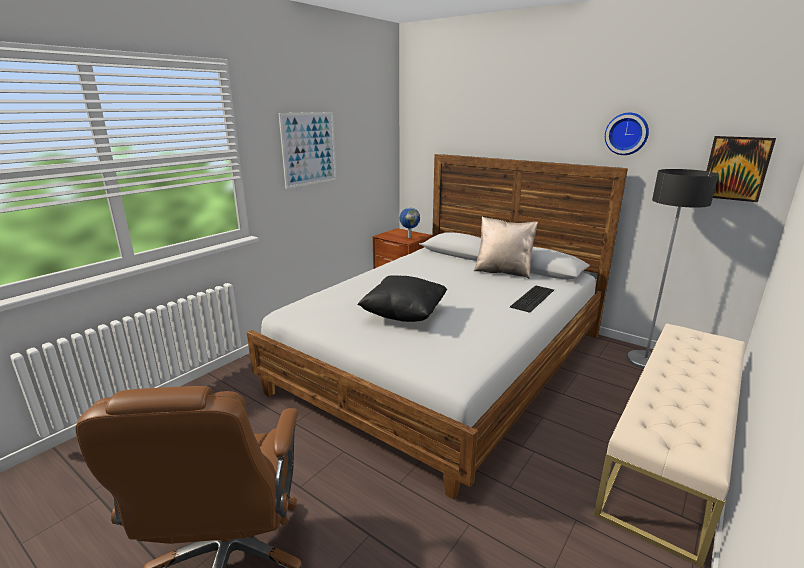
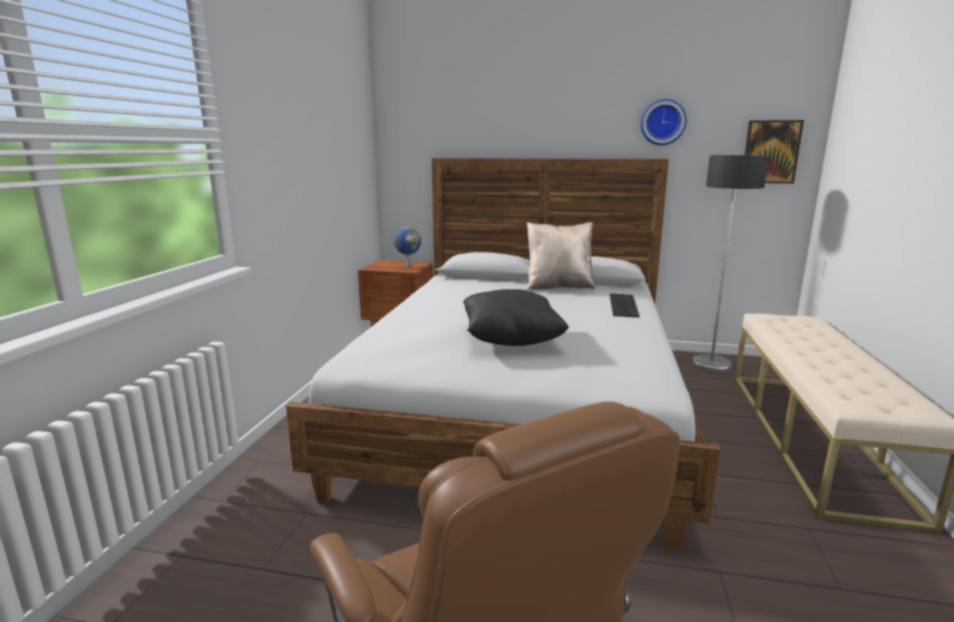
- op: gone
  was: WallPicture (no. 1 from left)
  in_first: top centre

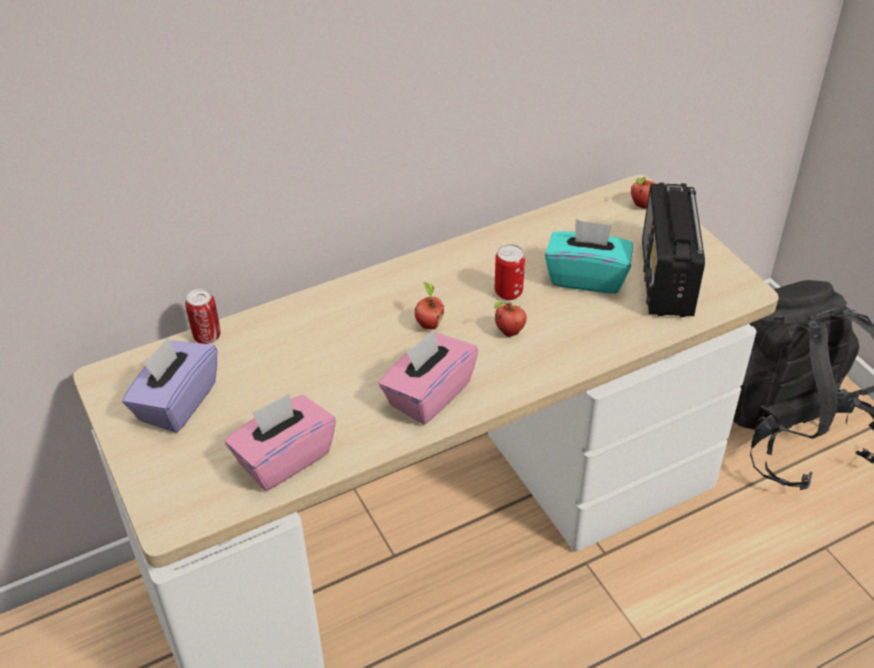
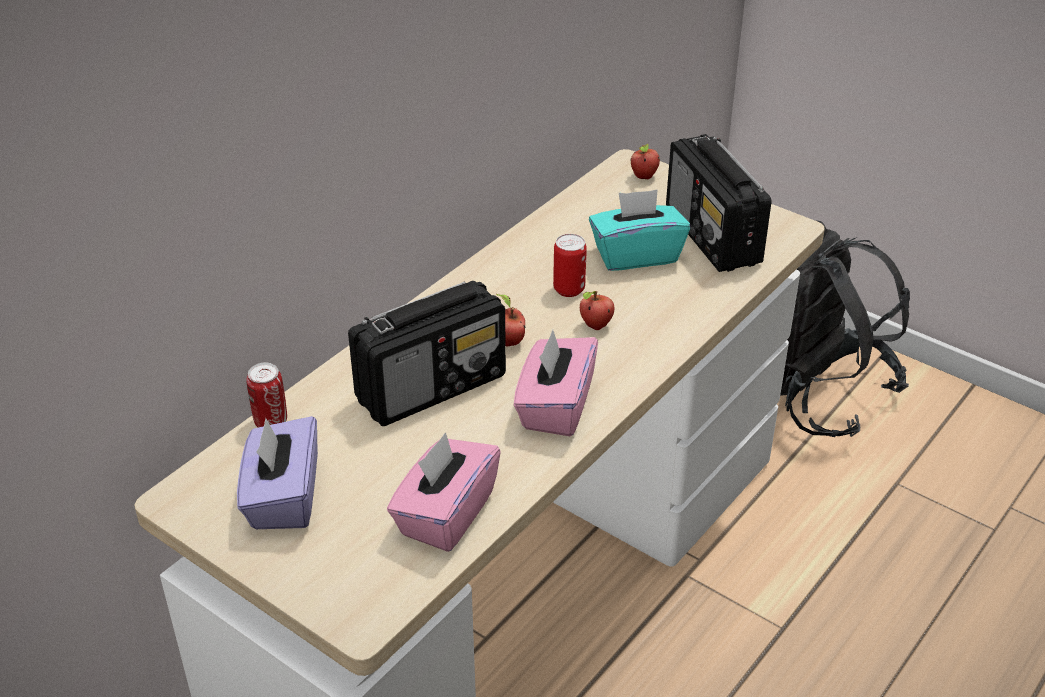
- op: new
  now: Radio (no. 1 from left)
  in_second: centre

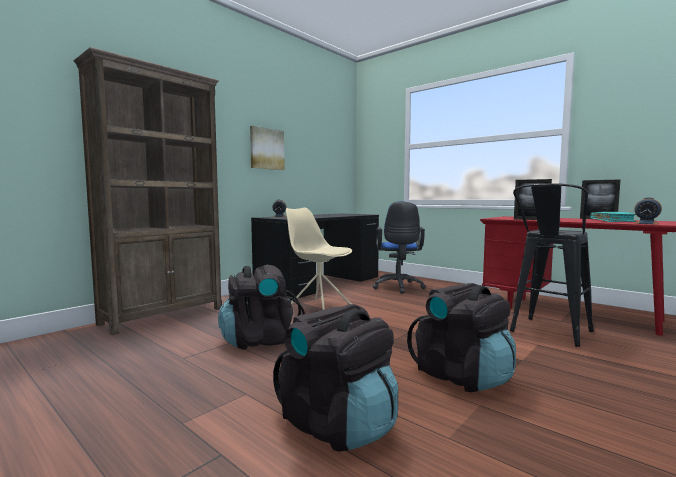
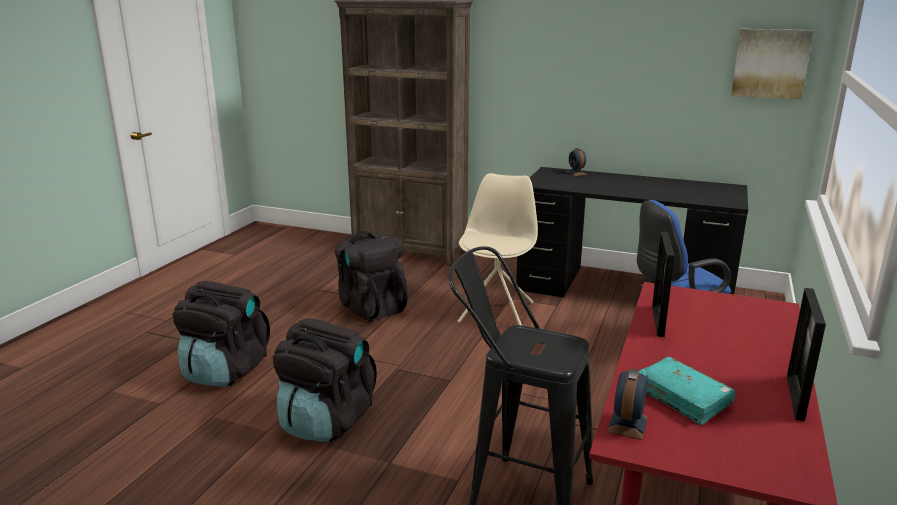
- op: shifted
  was: WallPicture
  in_first: top centre
  in_second: top right

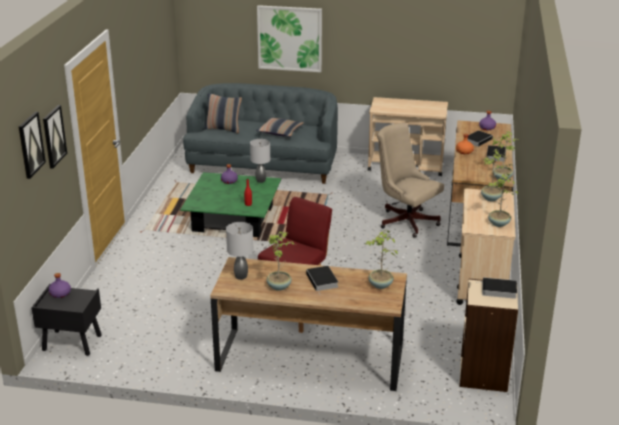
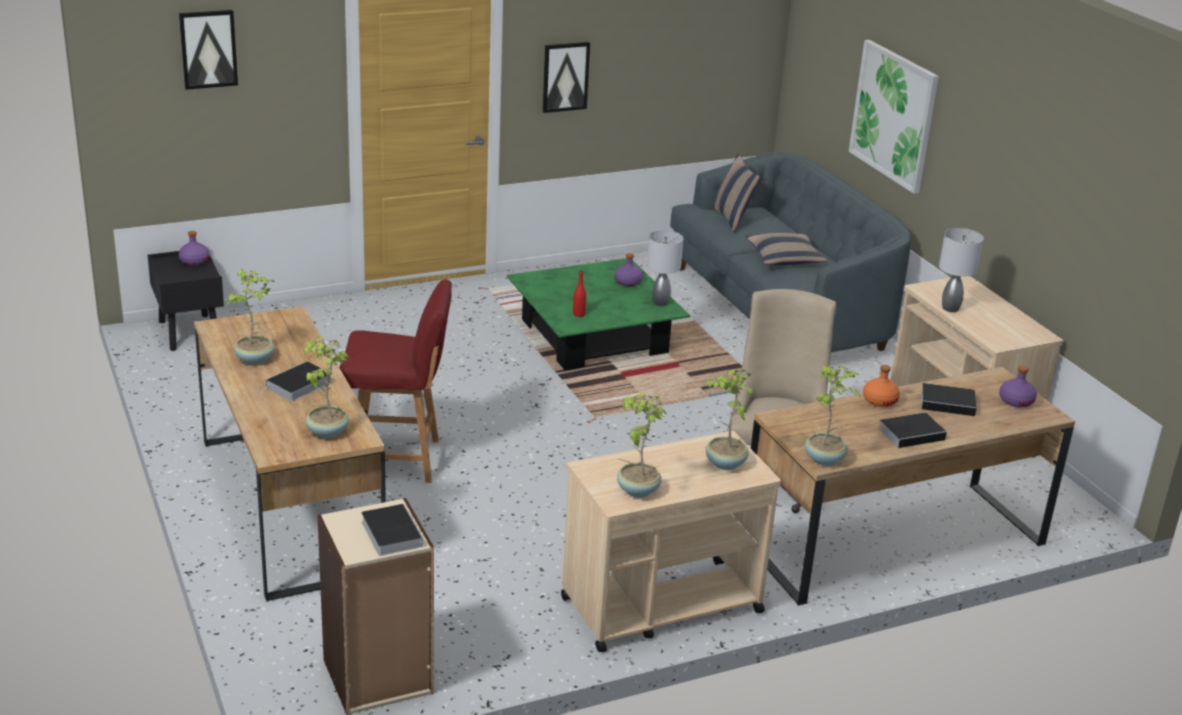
- op: shifted
  was: WallPicture (no. 2 from left)
  in_first: top left
  in_second: top centre
- op: shifted
  was: GreyTabletopLamp (no. 1 from left in the first image)
  now: GreyTabletopLamp (no. 2 from left)
  in_first: centre
  in_second: middle right

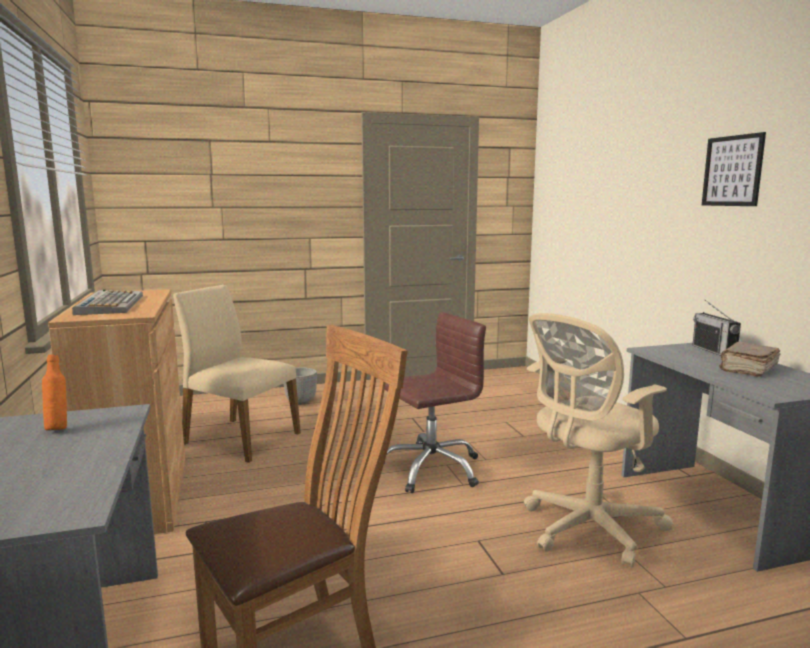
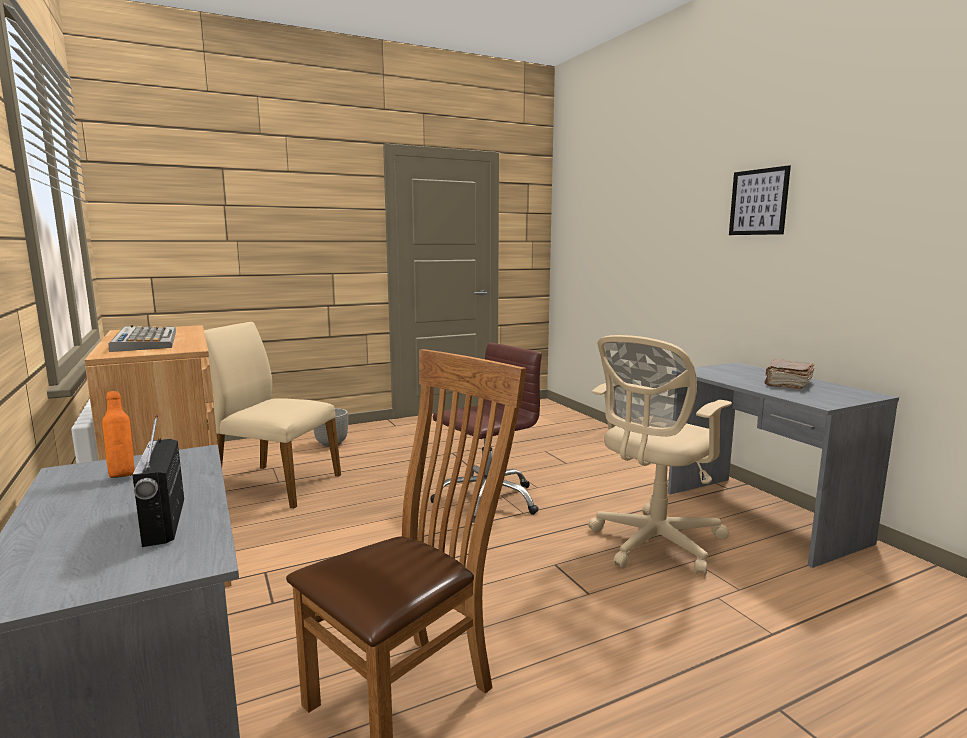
- op: shifted
  was: Radio
  in_first: middle right
  in_second: middle left

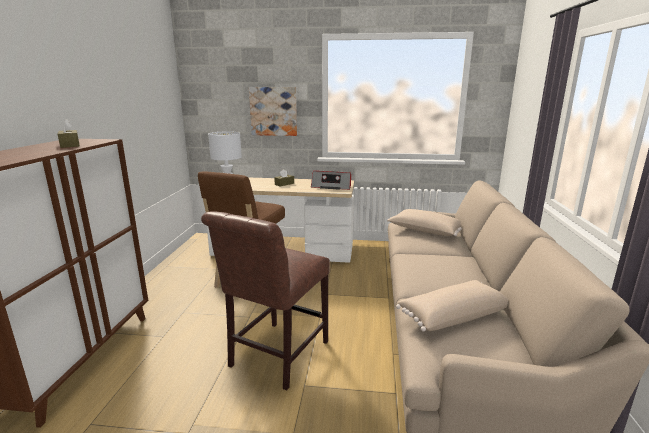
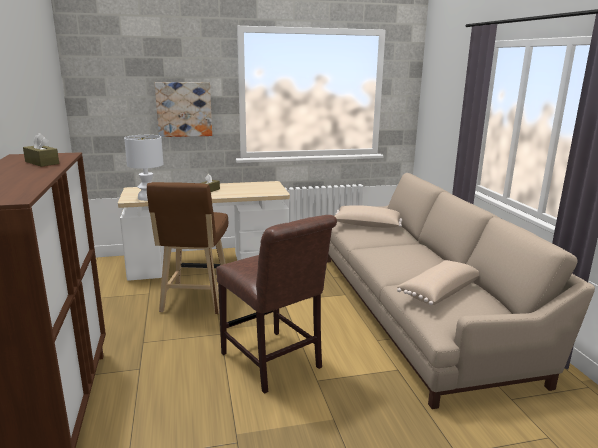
- op: gone
  was: Radio
  in_first: centre
- op: rotated
  was: BrownColouredChair
  in_first: bottom centre
  in_second: bottom centre
  clockwise: -45

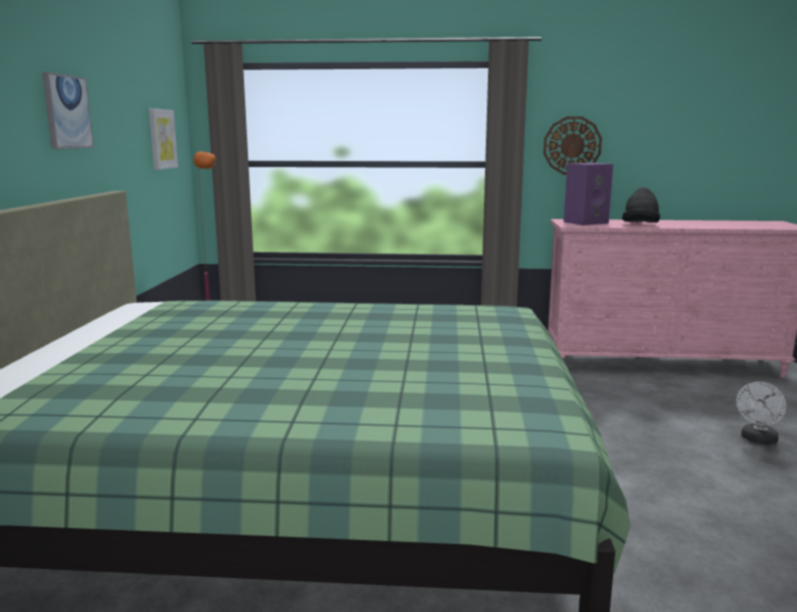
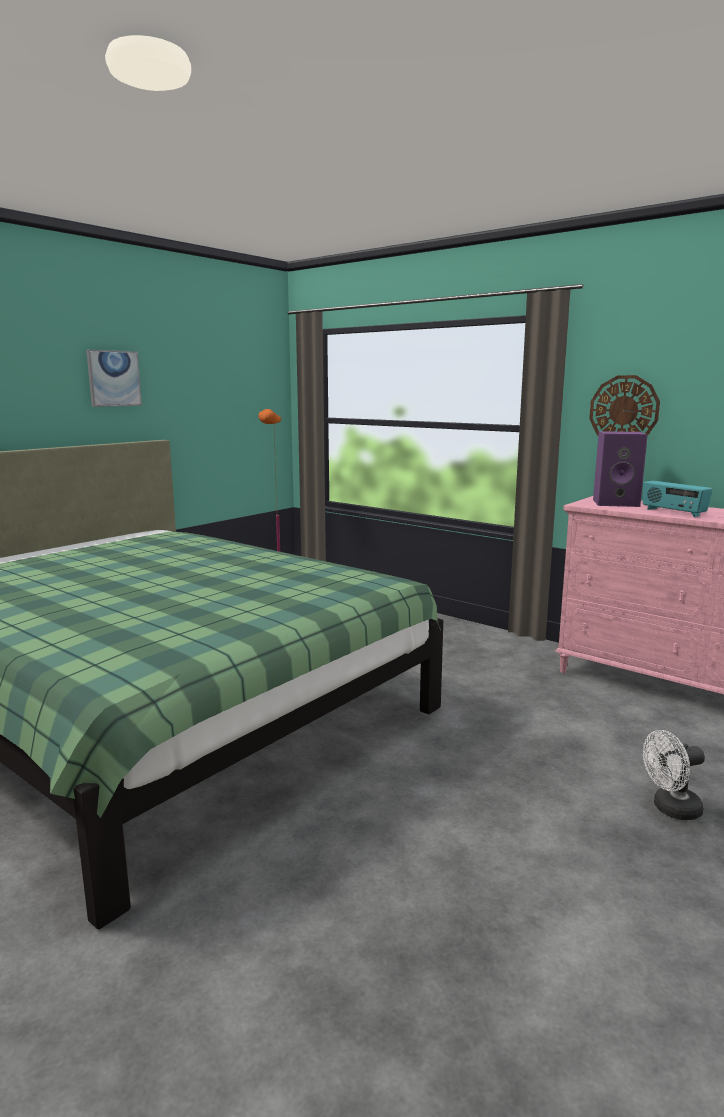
- op: gone
  was: WallPicture (no. 2 from left)
  in_first: top left
- op: swapped
  was: BlackColouredHat
  now: Radio
  in_first: middle right
  in_second: middle right

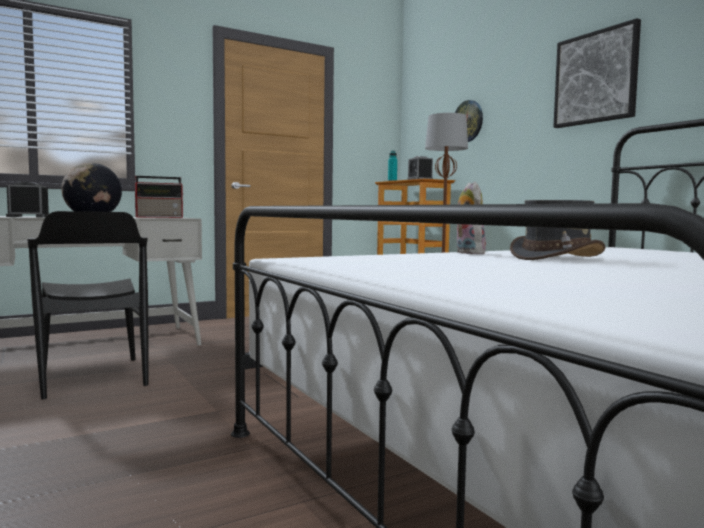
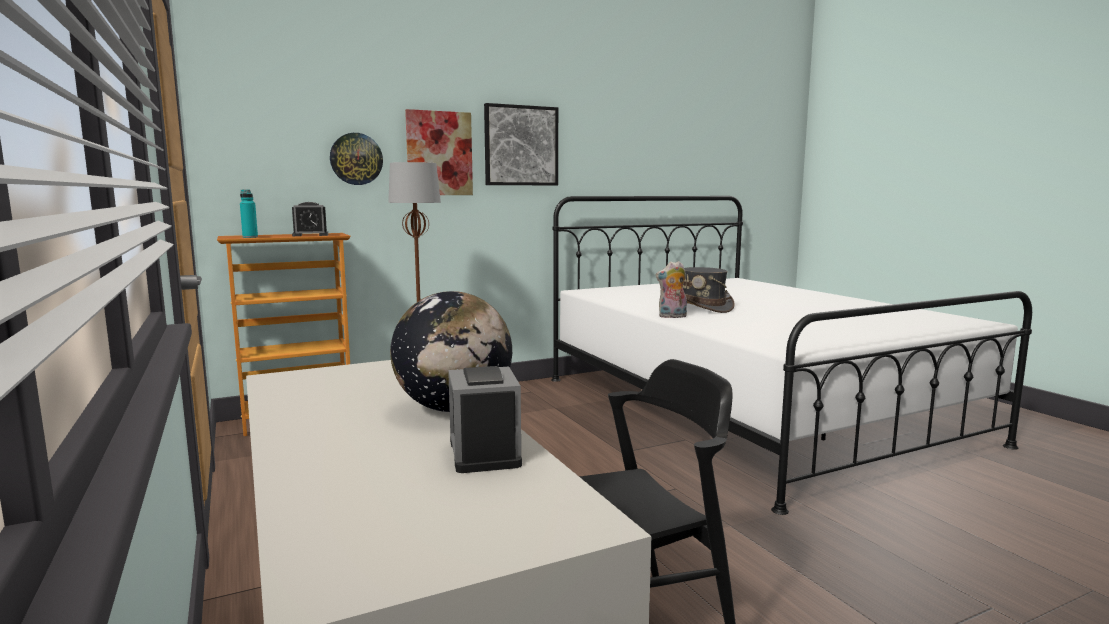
- op: gone
  was: Radio
  in_first: middle left
- op: new
  now: WallPicture (no. 1 from left)
  in_second: top centre

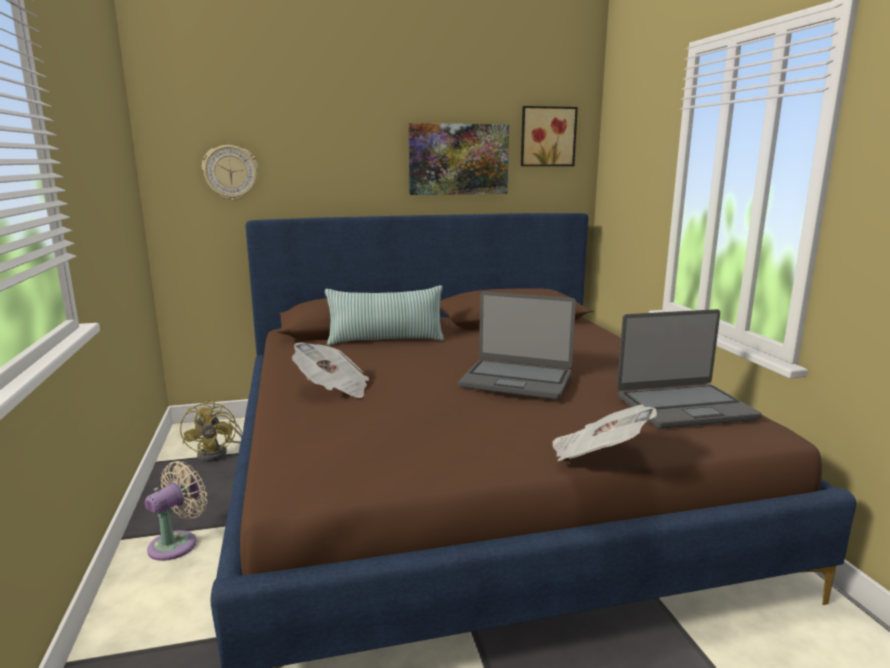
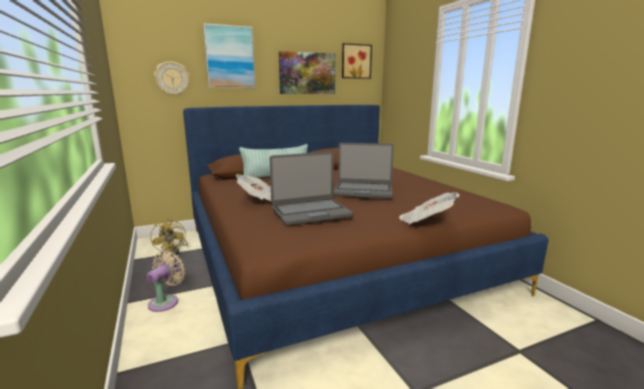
- op: shifted
  was: PortableComputer (no. 2 from left in the first image)
  now: PortableComputer (no. 1 from left)
  in_first: middle right
  in_second: centre
- op: new
  now: WallPicture (no. 1 from left)
  in_second: top centre

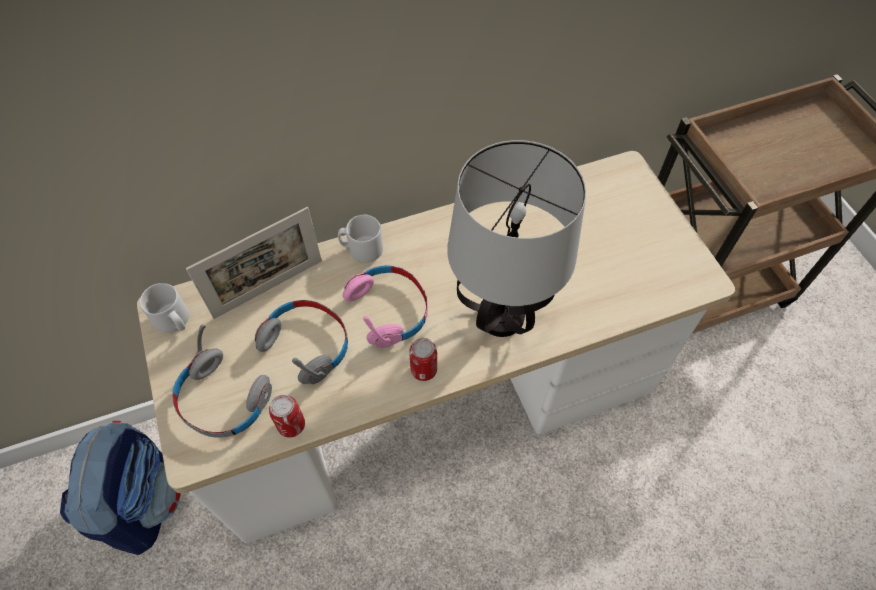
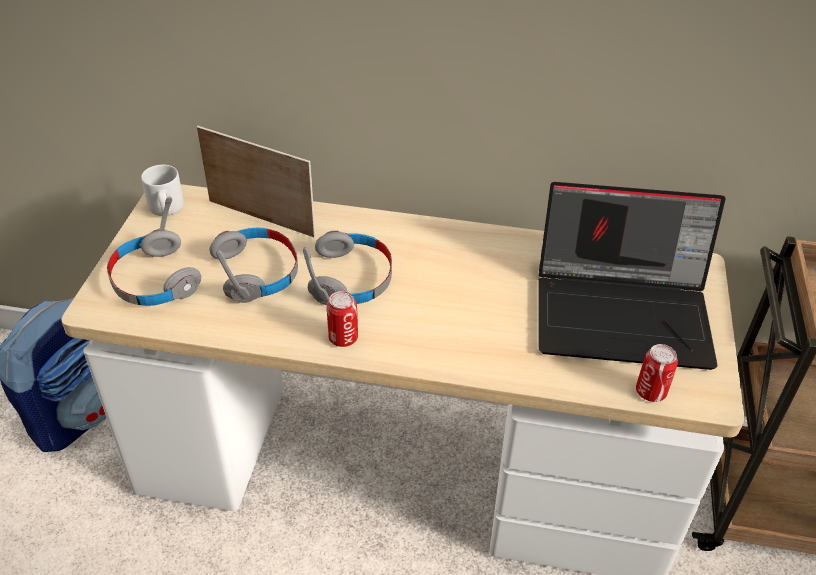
- op: gone
  was: TabletopLamp
  in_first: centre
- op: rotated
  was: PhotoFrame
  in_first: middle left
  in_second: top left
  clockwise: -150
- op: gone
  was: GreyTeaMug (no. 2 from left)
  in_first: centre
- op: repainted
  was: PinkishHeadset
  now: GreyHeadset (no. 3 from left)
  in_first: centre
  in_second: centre
- op: shifted
  was: MetalCan (no. 1 from left in the first image)
  now: MetalCan (no. 2 from left)
  in_first: bottom left
  in_second: middle right
- op: new
  now: PortableComputer
  in_second: middle right

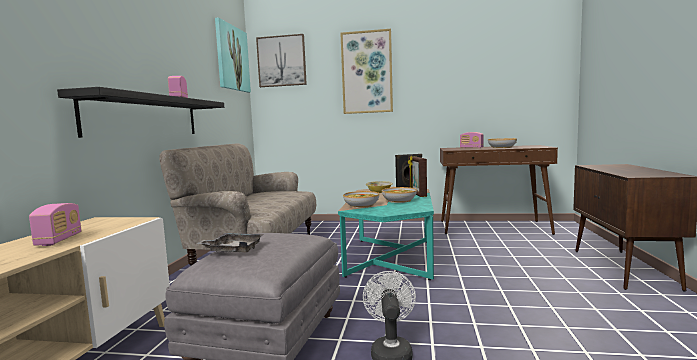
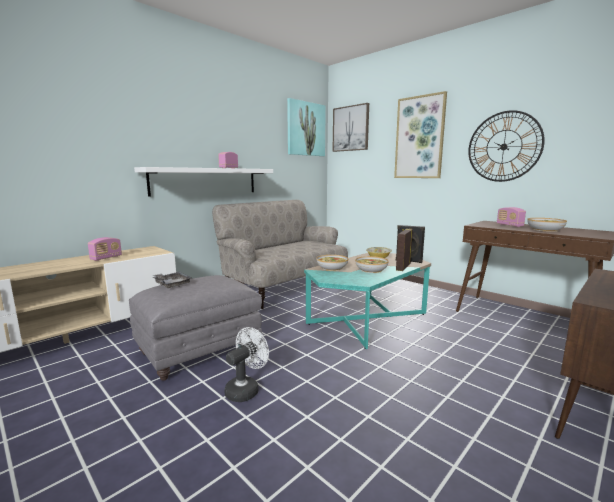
- op: repainted
  was: BlackColouredWallShelf
  now: WhitishWallShelf
  in_first: top left
  in_second: middle left
- op: new
  now: HangingClock
  in_second: top right

